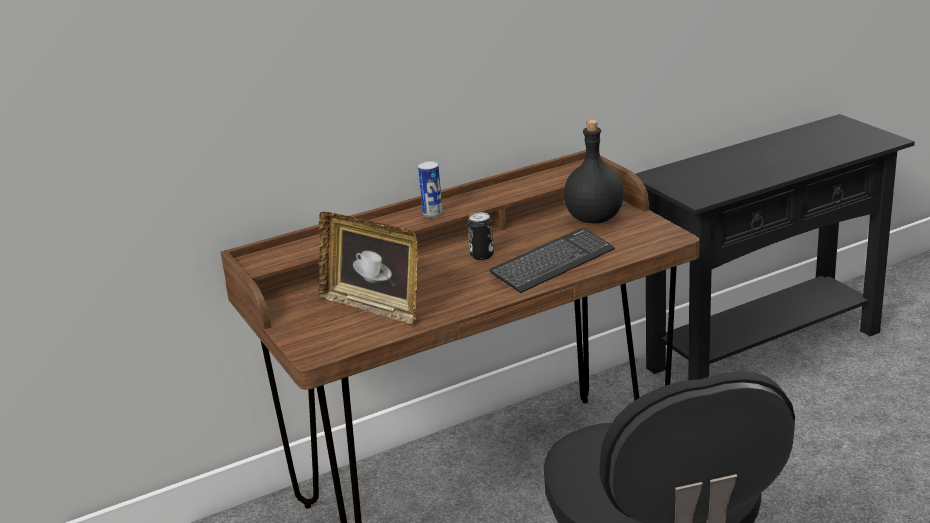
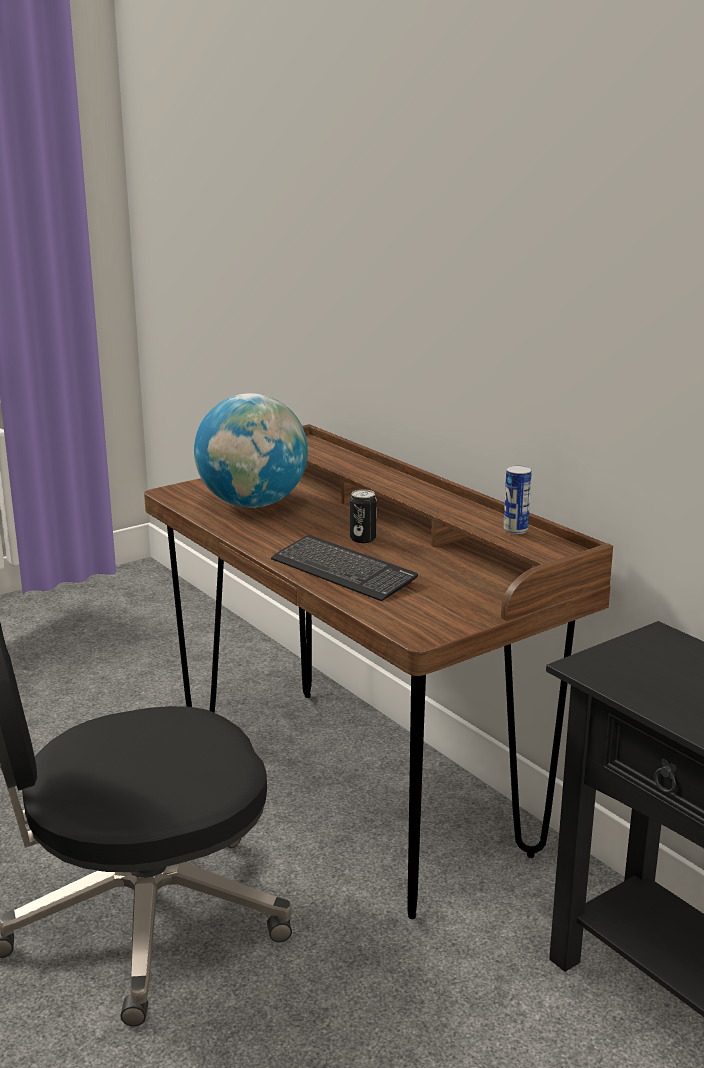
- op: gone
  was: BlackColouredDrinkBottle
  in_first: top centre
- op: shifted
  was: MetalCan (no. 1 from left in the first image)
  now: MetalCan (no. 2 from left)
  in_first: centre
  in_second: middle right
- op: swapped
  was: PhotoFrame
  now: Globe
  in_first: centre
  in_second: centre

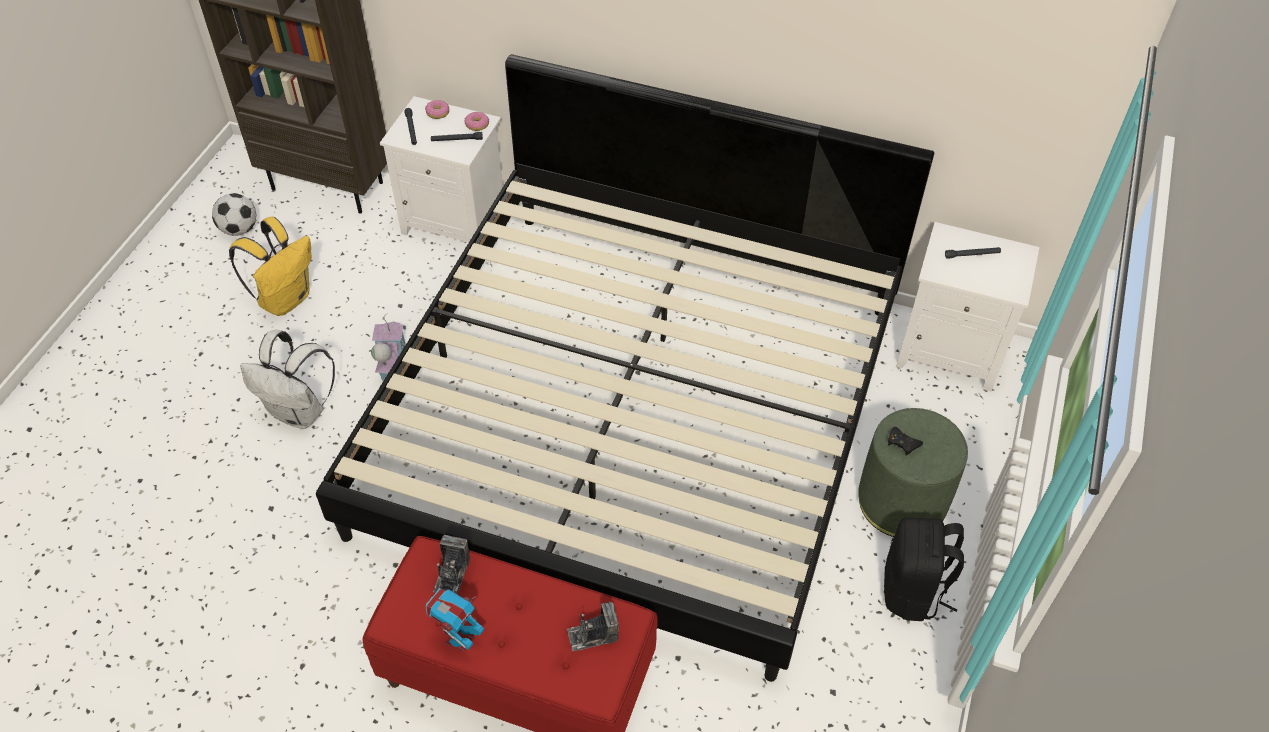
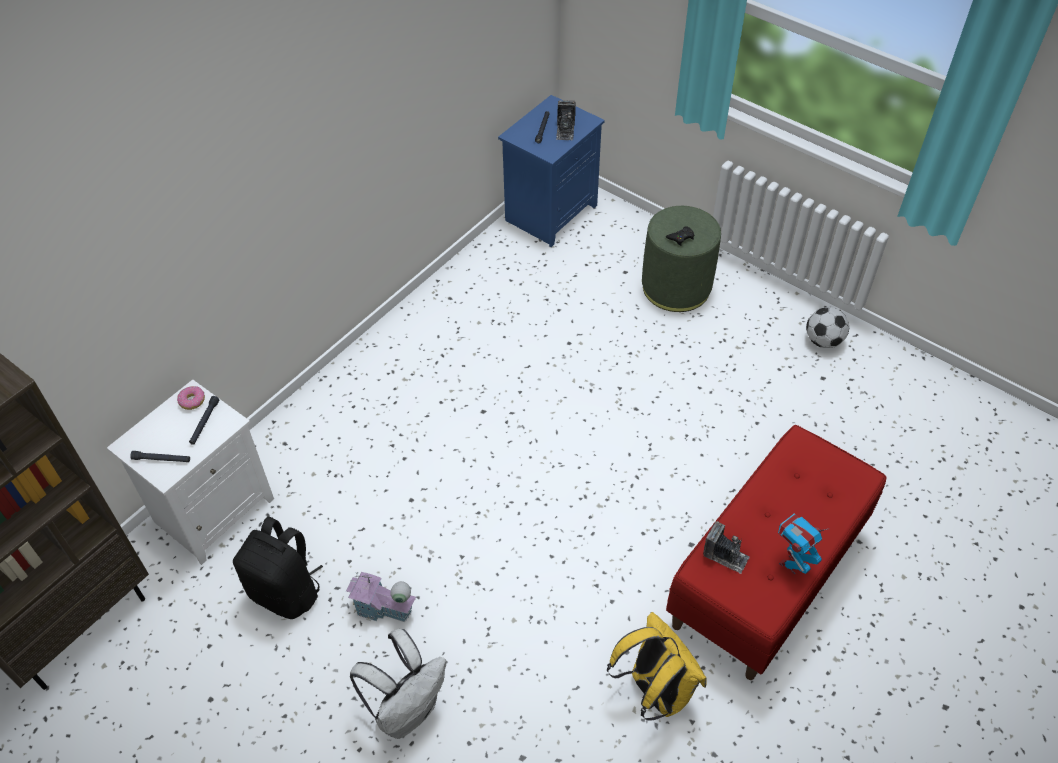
- op: gone
  was: Bed
  in_first: centre
- op: gone
  was: RingDoughnut (no. 1 from left)
  in_first: top centre
- op: shifted
  was: FootballBall
  in_first: top left
  in_second: middle right
- op: shifted
  was: YellowColouredRucksack
  in_first: middle left
  in_second: bottom centre
- op: repainted
  was: WhitishNightstand (no. 2 from left)
  now: BlueColouredNightstand
  in_first: middle right
  in_second: top centre
- op: shifted
  was: BlackColouredRucksack
  in_first: bottom right
  in_second: bottom left
- op: rotated
  was: RobotFigure
  in_first: bottom centre
  in_second: bottom right
  clockwise: 90
- op: shifted
  was: PhotoCamera (no. 2 from left in the first image)
  now: PhotoCamera (no. 1 from left)
  in_first: bottom centre
  in_second: top centre

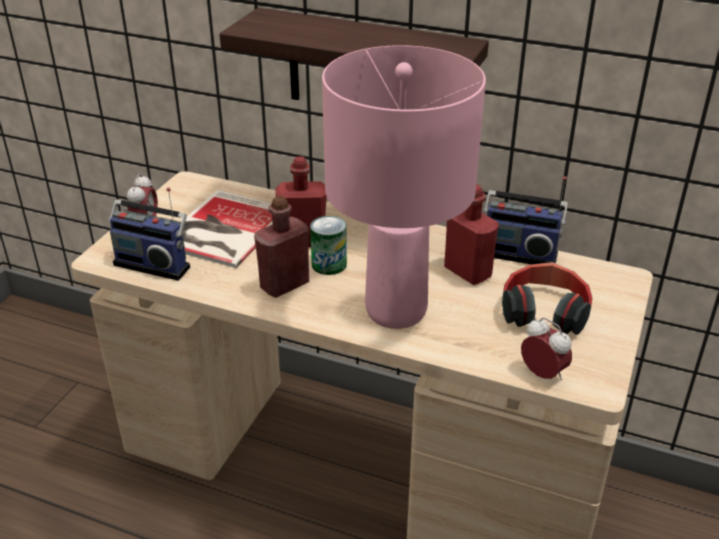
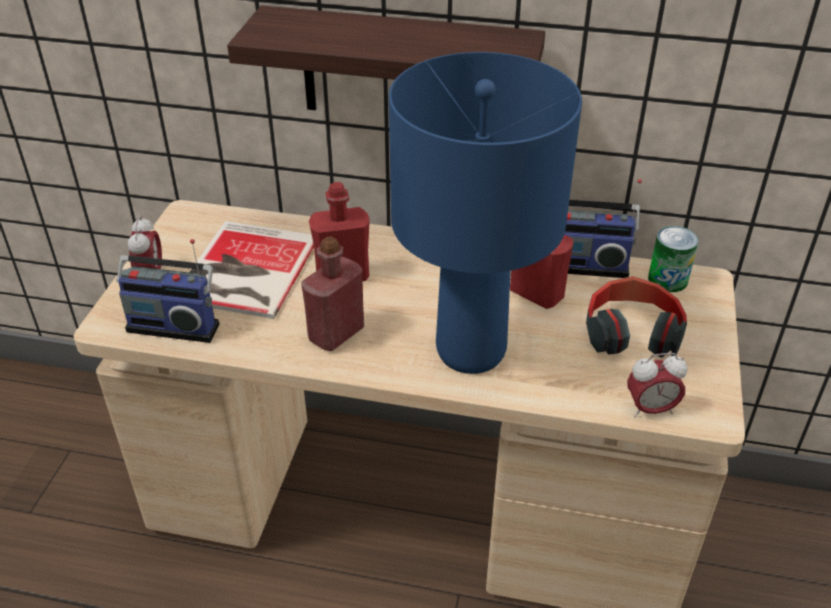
- op: repainted
  was: PinkishTabletopLamp
  now: BlueColouredTabletopLamp
  in_first: centre
  in_second: centre
- op: shifted
  was: MetalCan
  in_first: centre
  in_second: middle right
- op: rotated
  was: AlarmClock (no. 2 from left)
  in_first: middle right
  in_second: middle right
  clockwise: 135

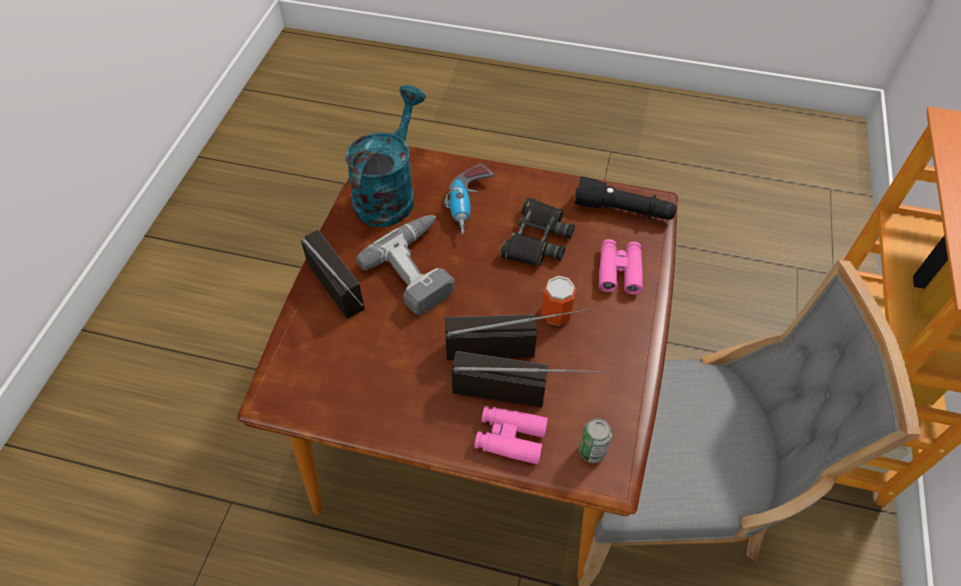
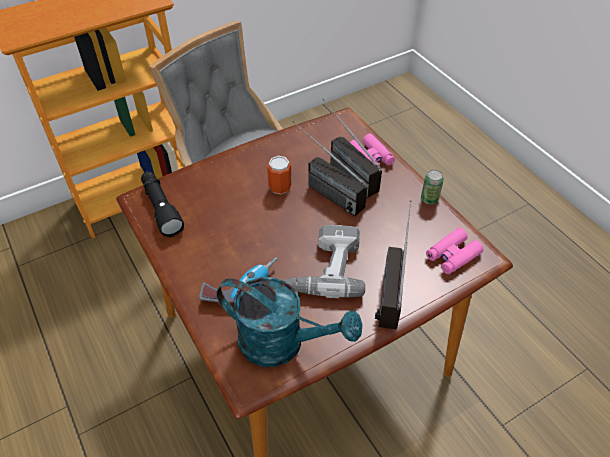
- op: rotated
  was: TurquoiseColouredWateringCan
  in_first: top centre
  in_second: bottom centre
  clockwise: -135
- op: gone
  was: BlackColouredBinoculars
  in_first: centre
- op: shifted
  was: PinkishBinoculars (no. 2 from left)
  in_first: centre
  in_second: middle right
- op: shifted
  was: MetalCan (no. 2 from left)
  in_first: bottom centre
  in_second: middle right

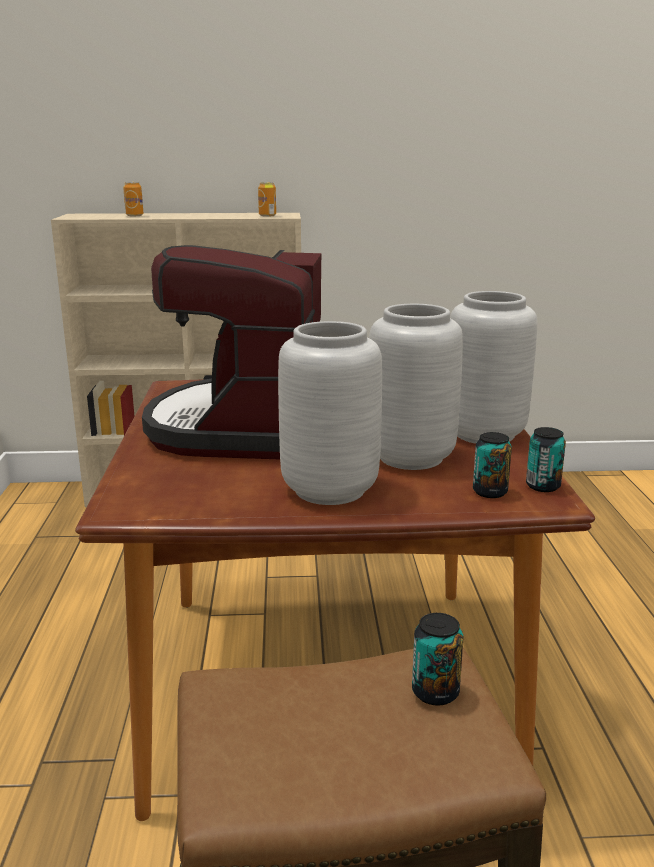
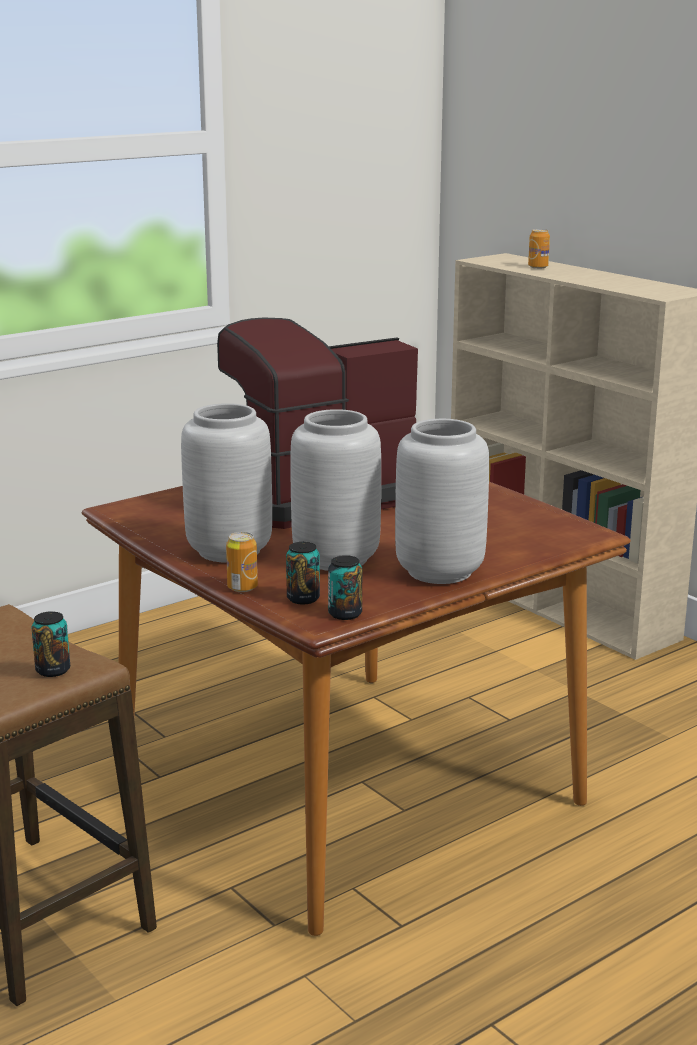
- op: shifted
  was: MetalCan (no. 2 from left)
  in_first: top centre
  in_second: centre

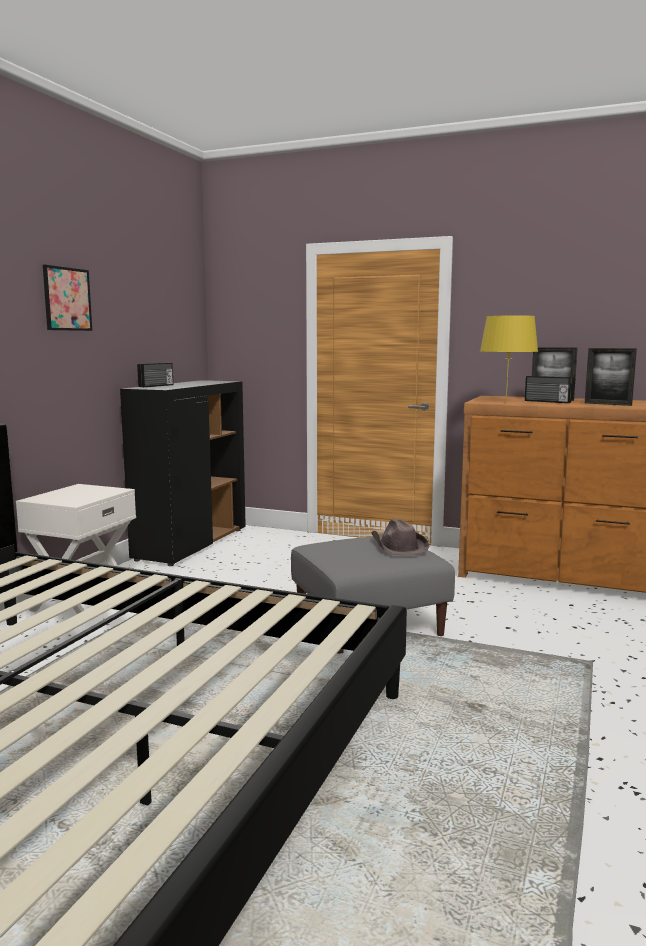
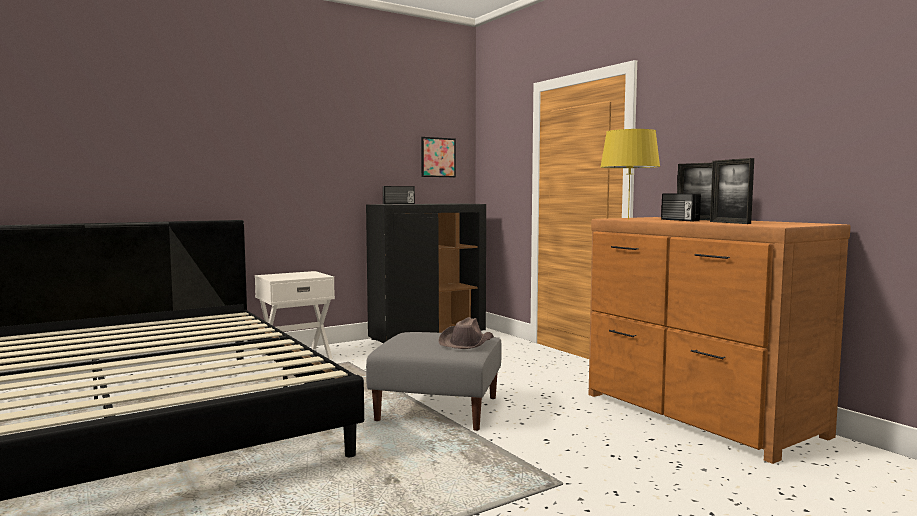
- op: shifted
  was: WallPicture
  in_first: top left
  in_second: top centre

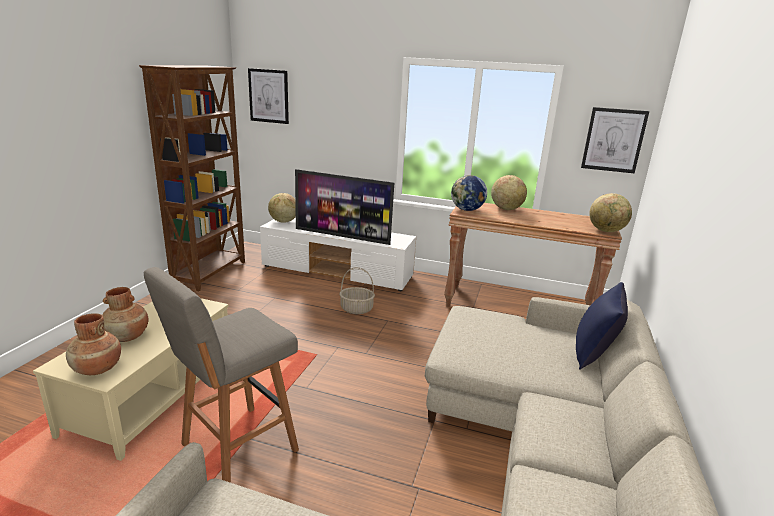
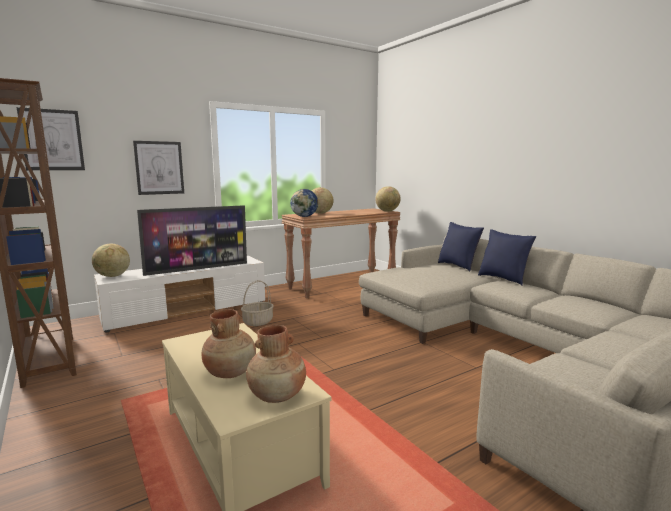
- op: shifted
  was: WallPicture (no. 2 from left)
  in_first: top right
  in_second: top left
- op: gone
  was: GreyStool
  in_first: bottom left
- op: new
  now: BlueColouredThrowPillow (no. 2 from left)
  in_second: middle right

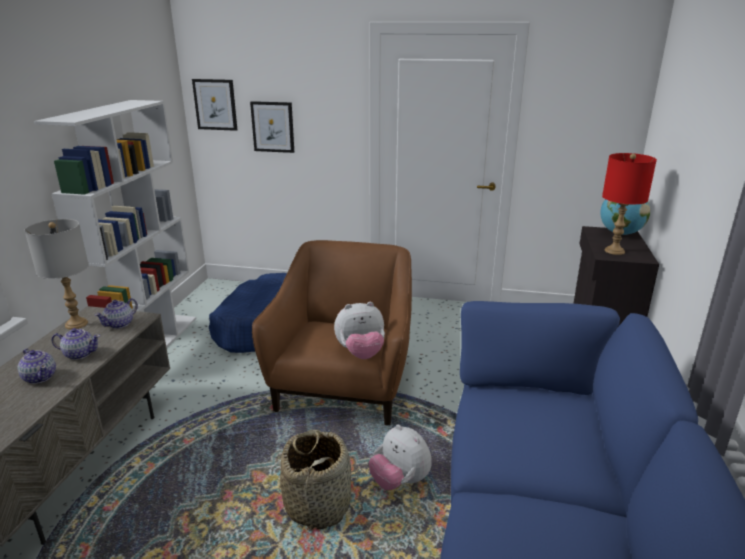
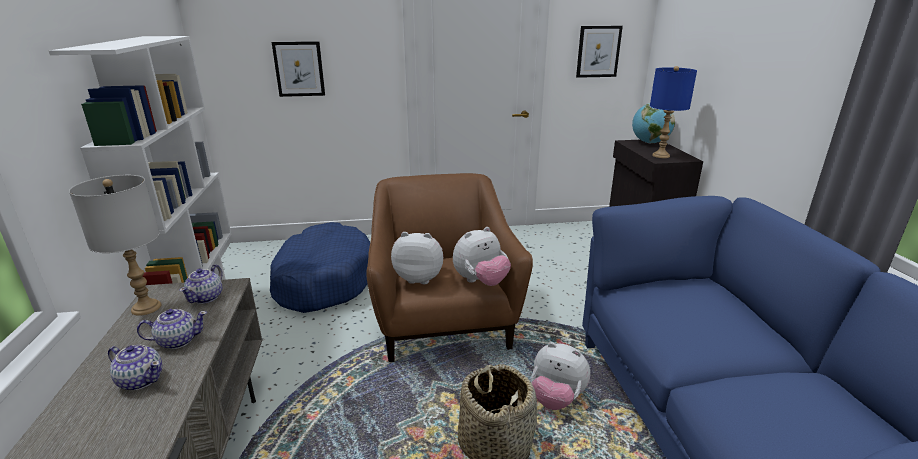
- op: shifted
  was: WallPicture (no. 1 from left in the first image)
  now: WallPicture (no. 2 from left)
  in_first: top left
  in_second: top centre
- op: repainted
  was: RedTabletopLamp
  now: BlueColouredTabletopLamp
  in_first: middle right
  in_second: top right
- op: new
  now: CuddlyToy (no. 1 from left)
  in_second: centre

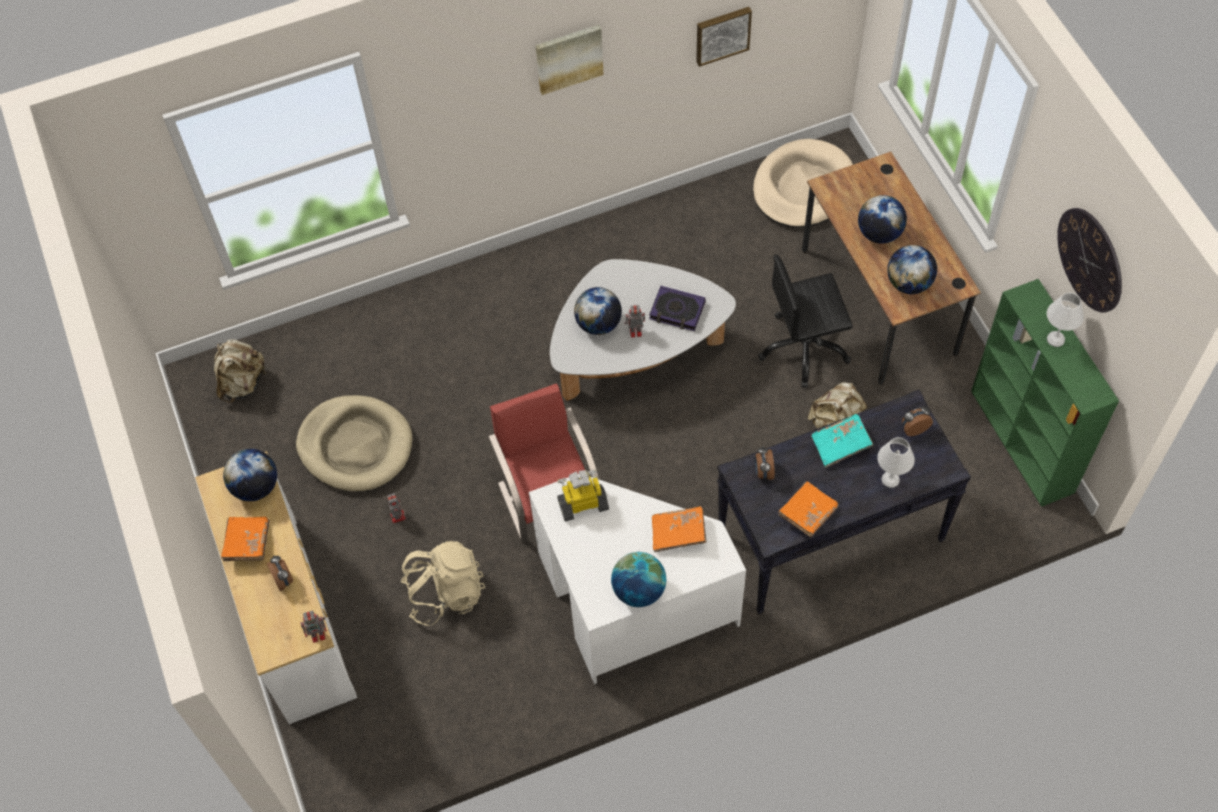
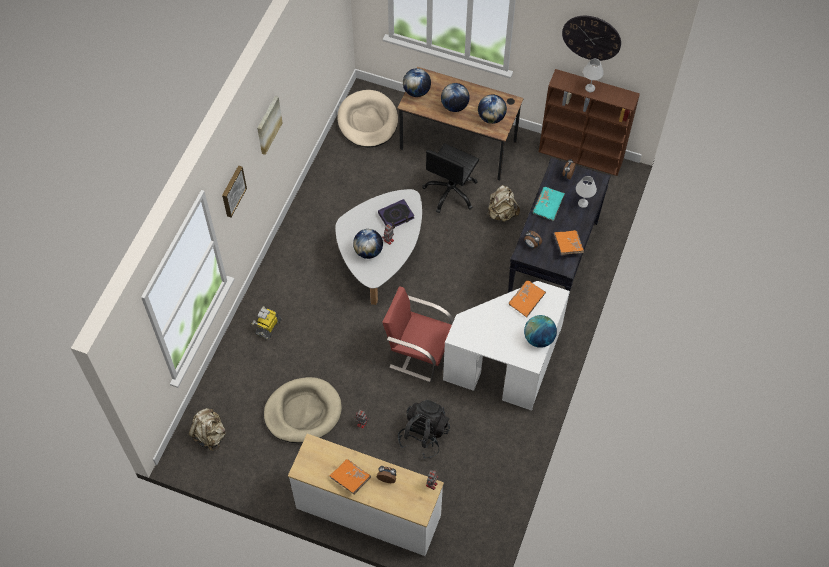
- op: shifted
  was: WallPicture (no. 2 from left in the first image)
  now: WallPicture (no. 1 from left)
  in_first: top centre
  in_second: middle left
- op: repainted
  was: GreenishBookshelf
  now: BrownColouredBookshelf
  in_first: middle right
  in_second: top right
- op: shifted
  was: Globe (no. 1 from left in the first image)
  now: Globe (no. 2 from left)
  in_first: middle left
  in_second: top centre
- op: shifted
  was: RobotFigure (no. 3 from left in the first image)
  now: RobotFigure (no. 1 from left)
  in_first: centre
  in_second: middle left
- op: repainted
  was: BeigeColouredRucksack (no. 2 from left)
  now: BlackColouredRucksack
  in_first: bottom centre
  in_second: bottom centre

